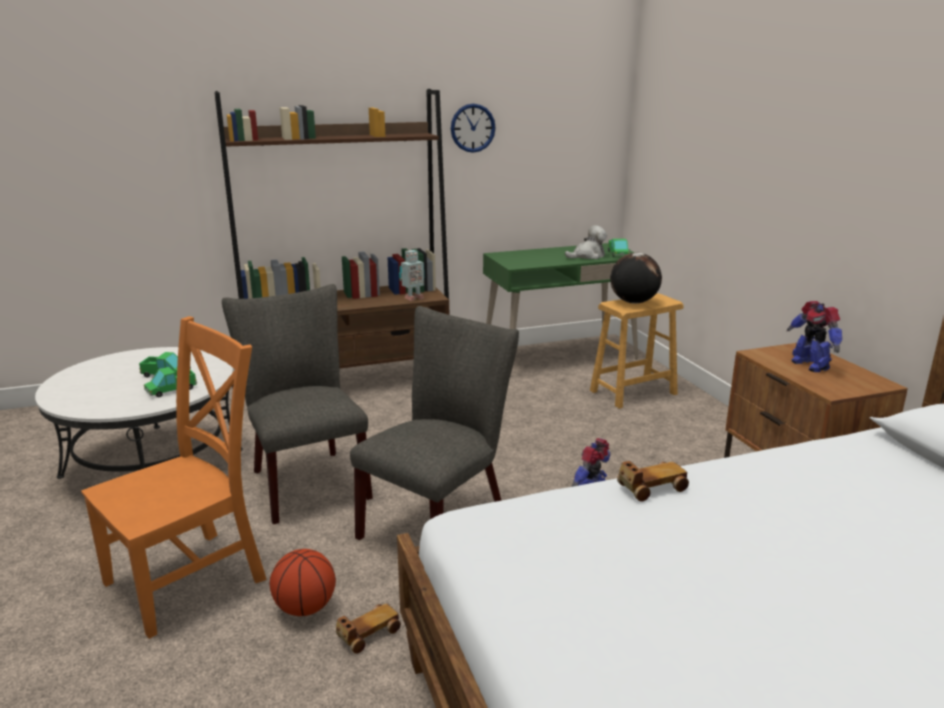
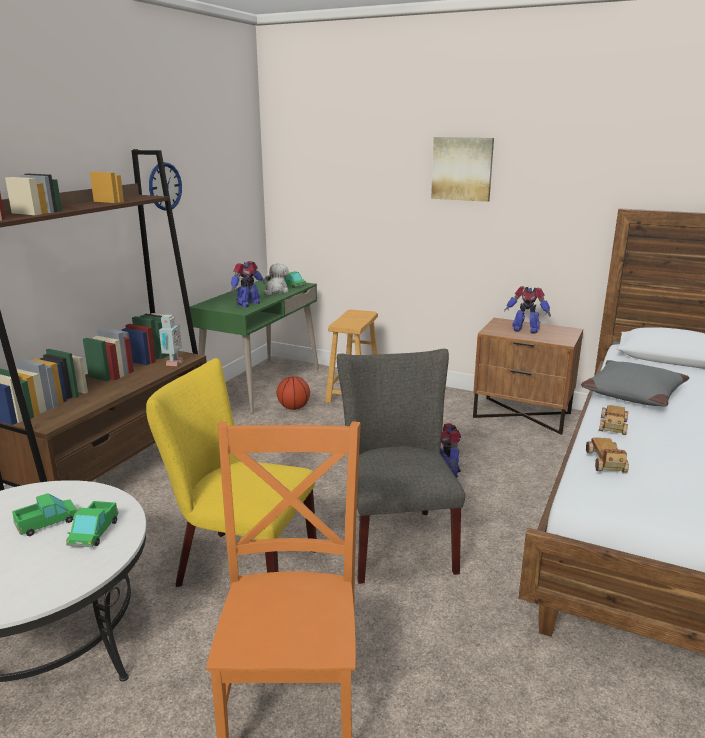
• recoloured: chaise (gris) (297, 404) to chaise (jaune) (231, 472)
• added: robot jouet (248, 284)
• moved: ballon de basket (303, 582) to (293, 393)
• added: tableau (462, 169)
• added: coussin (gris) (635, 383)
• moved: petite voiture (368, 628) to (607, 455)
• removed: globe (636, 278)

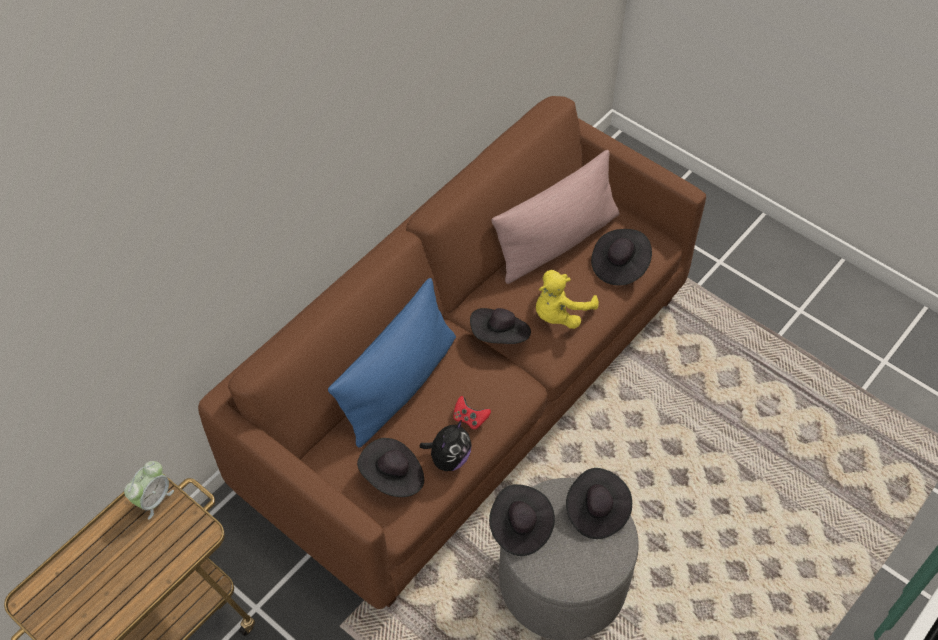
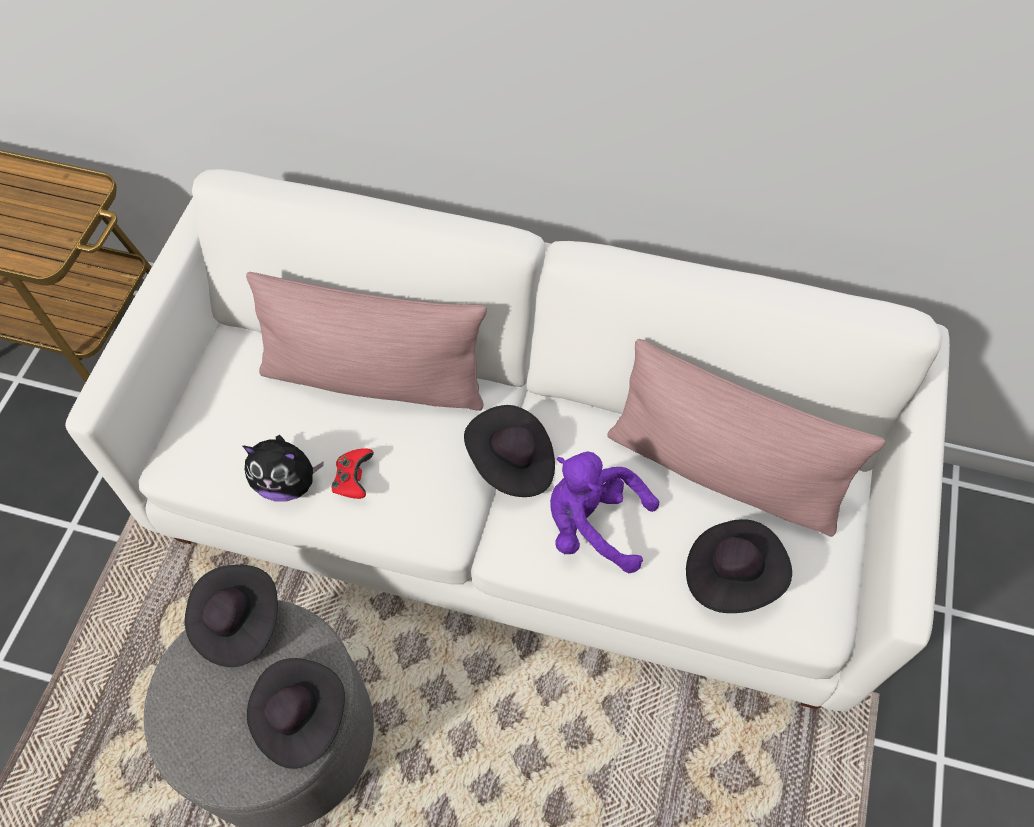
• recoloured: canapé (marron) (452, 352) to canapé (blanc) (507, 440)
• recoloured: coussin (bleu) (392, 363) to coussin (rose) (366, 341)
• recoloured: peluche (jaune) (567, 299) to peluche (violet) (604, 512)
• removed: réveil (149, 490)
• removed: chapeau (noir) (390, 467)

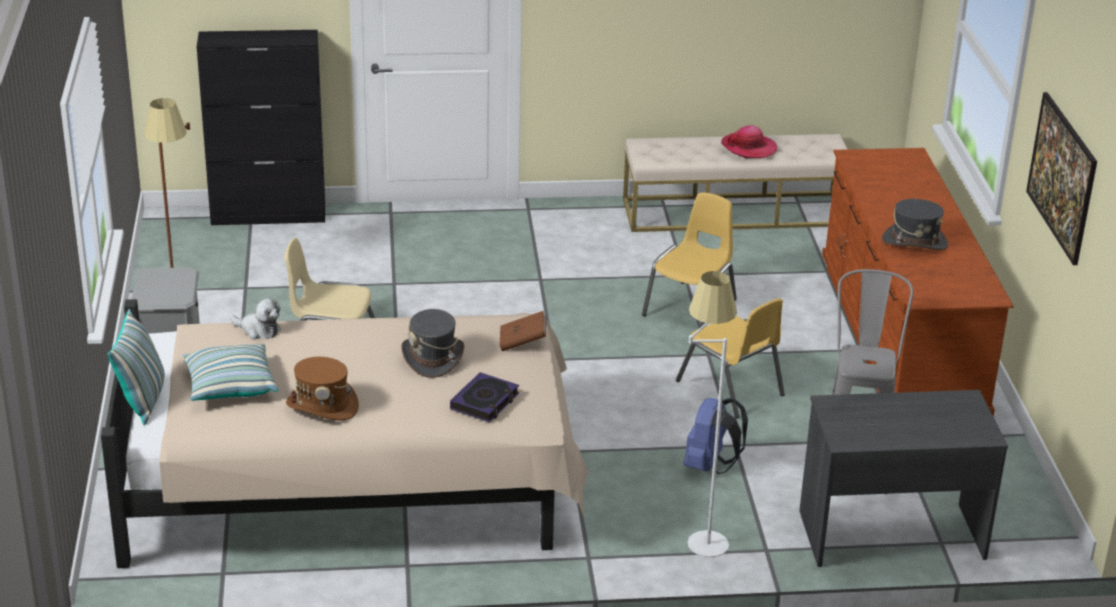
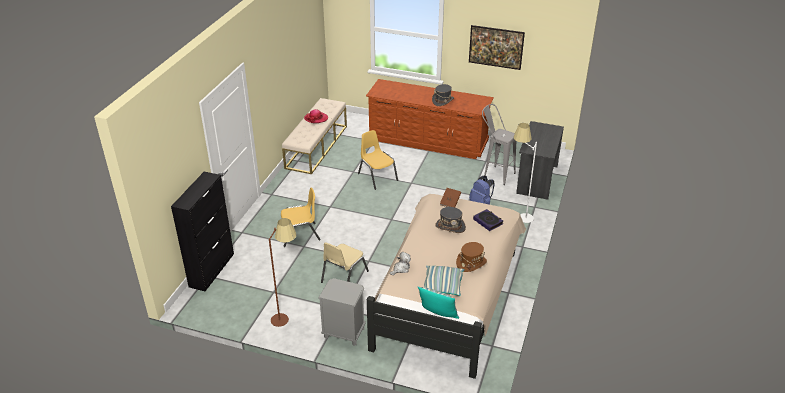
• moved: chaise (jaune) (730, 358) to (301, 217)

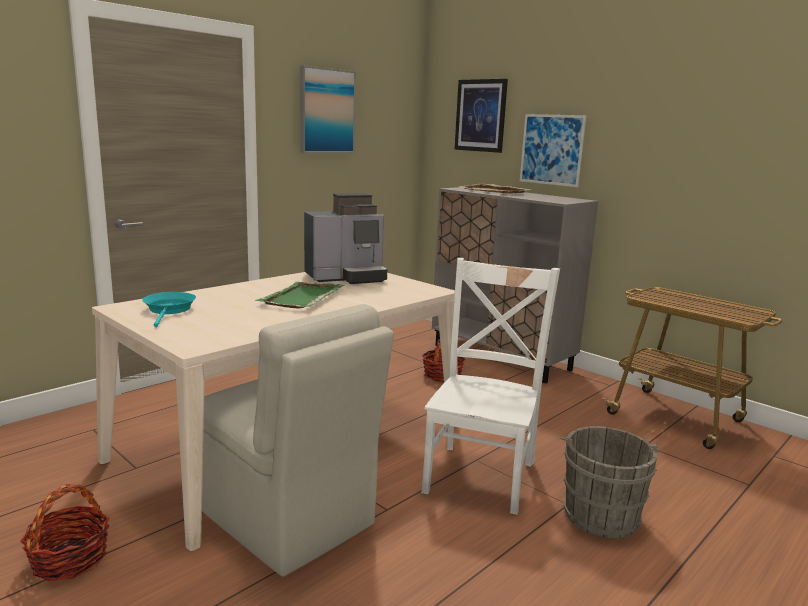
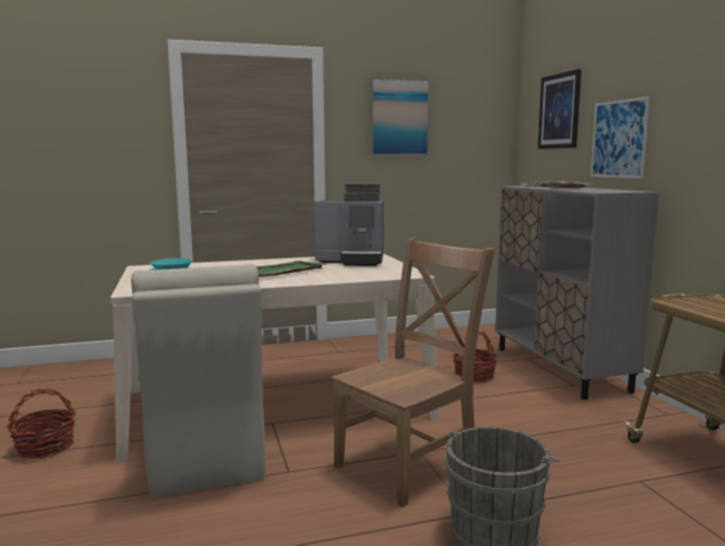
• recoloured: chaise (blanc) (490, 386) to chaise (marron) (413, 372)

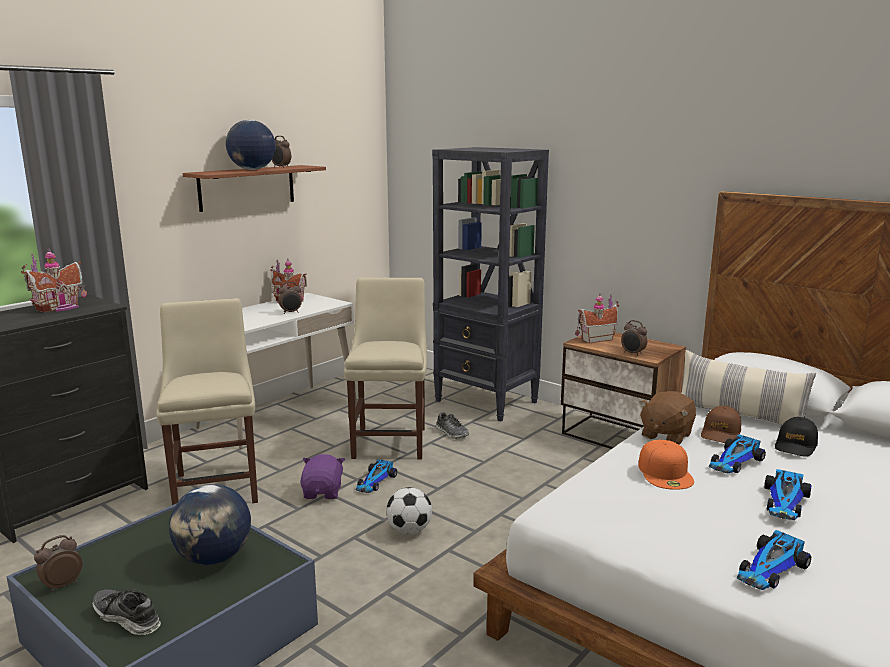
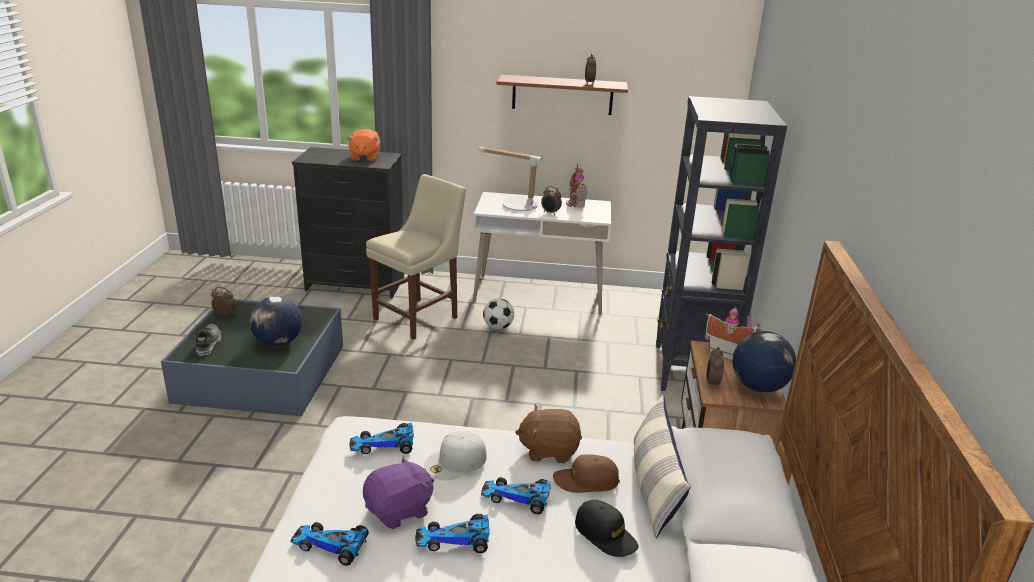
• replaced: maison miniature (54, 280) to peluche (orange) (363, 145)
• moved: petite voiture (376, 476) to (381, 438)
• moved: peluche (violet) (322, 476) to (398, 492)
• recoloured: casquette (orange) (666, 465) to casquette (blanc) (455, 455)
• added: lampe de table (510, 179)
• moved: ballon de foot (409, 510) to (498, 314)
• turned: casquette (noir) (796, 437) = (607, 528) 135 degrees counterclockwise
• moved: globe (251, 145) to (764, 362)
• removed: chaise (beige) (385, 368)
• removed: chaussure (452, 425)

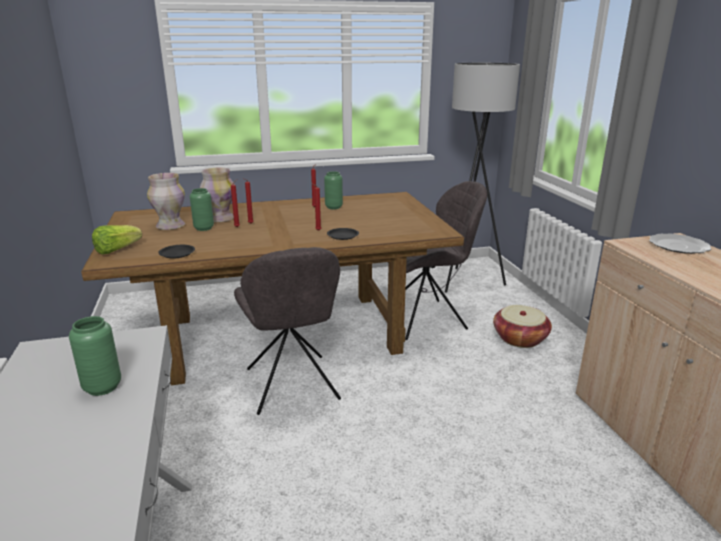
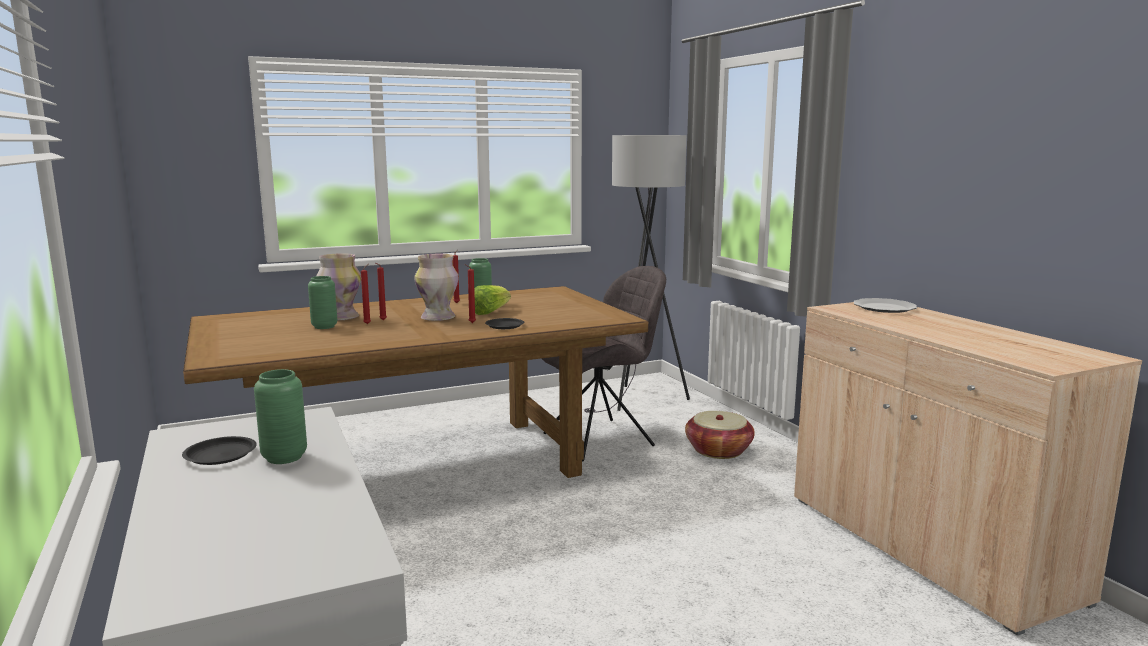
• moved: assiette (noir) (176, 251) to (219, 450)
• moved: vase (166, 201) to (437, 287)
• moved: laitue (117, 239) to (492, 300)
• removed: chaise (gris) (287, 331)

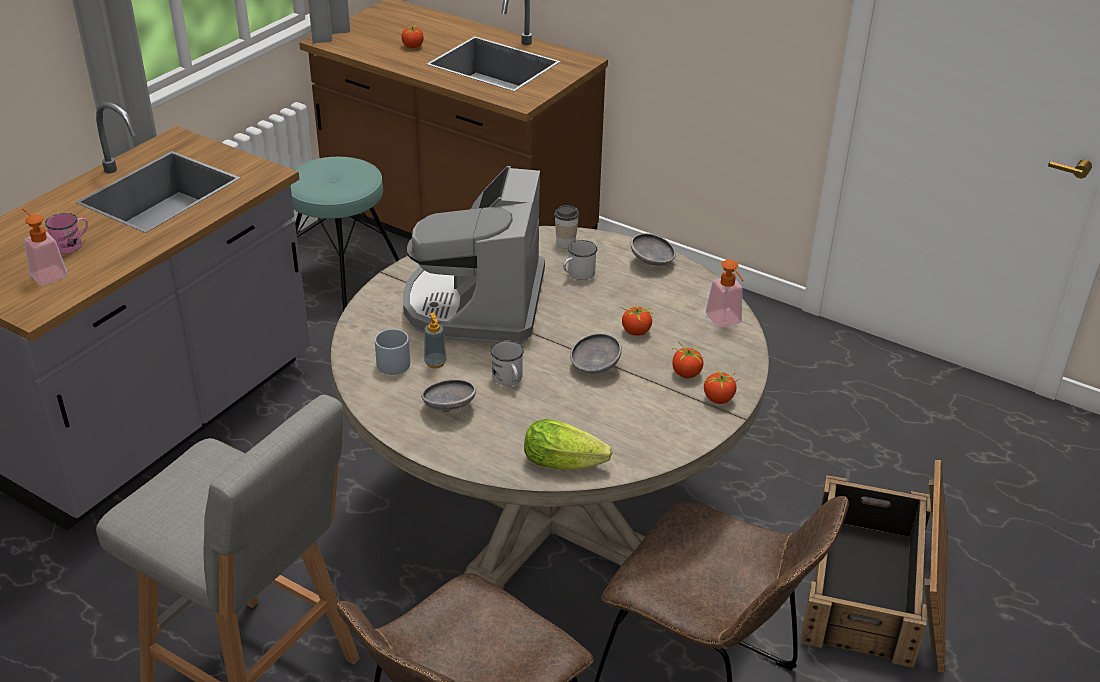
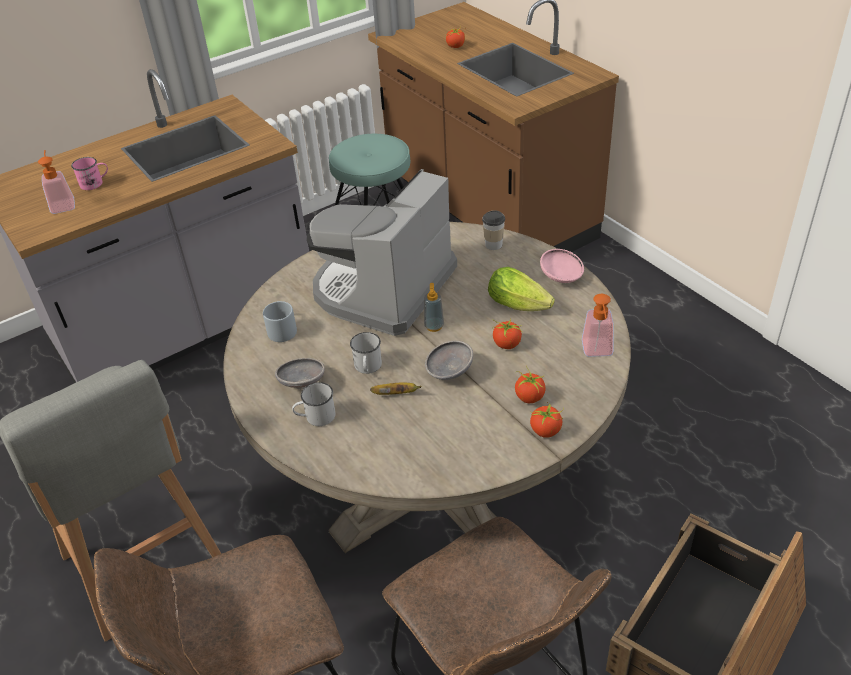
• moved: mug (blanc) (580, 260) to (314, 404)
• added: banane (396, 388)
• moved: distributeur de savon (435, 340) to (434, 307)
• moved: laitue (568, 444) to (521, 289)
• recoloured: bol (gris) (653, 249) to bol (rose) (562, 266)

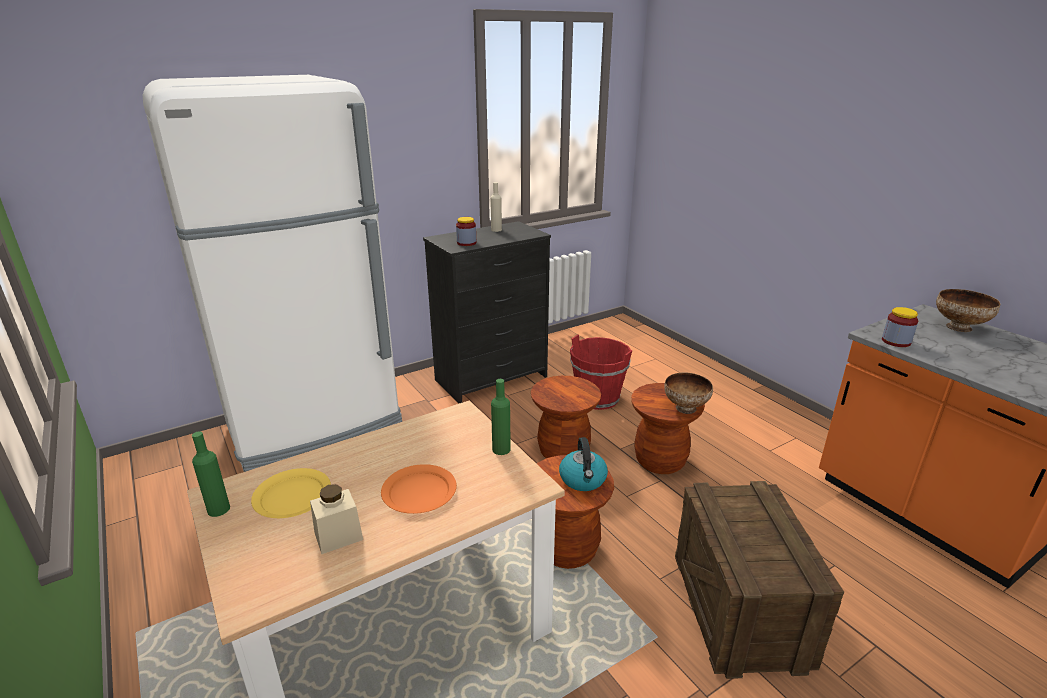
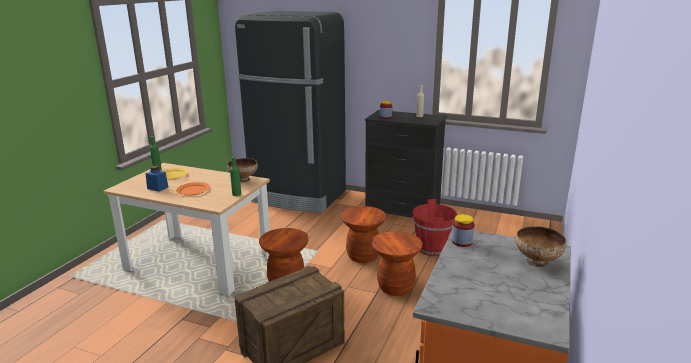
• recoloured: bocal (beige) (336, 519) to bocal (bleu) (156, 179)
• moved: bol (688, 393) to (243, 170)
• recoloured: réfrigérateur (blanc) (272, 273) to réfrigérateur (noir) (290, 112)
• removed: bouilloire (583, 464)

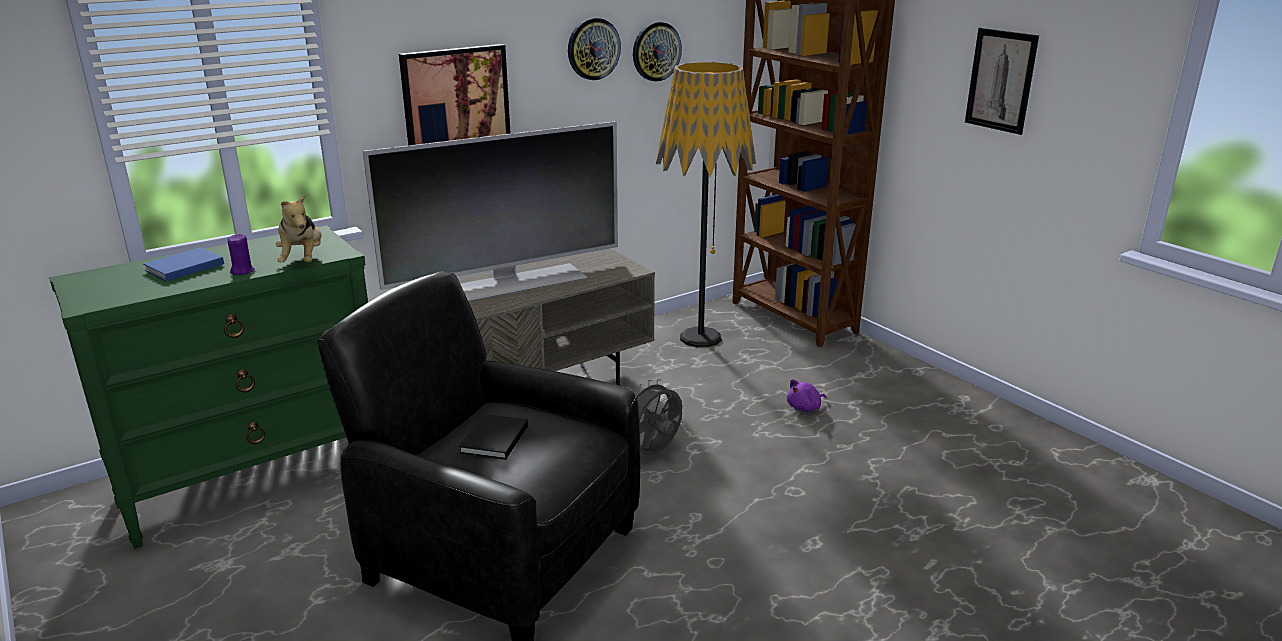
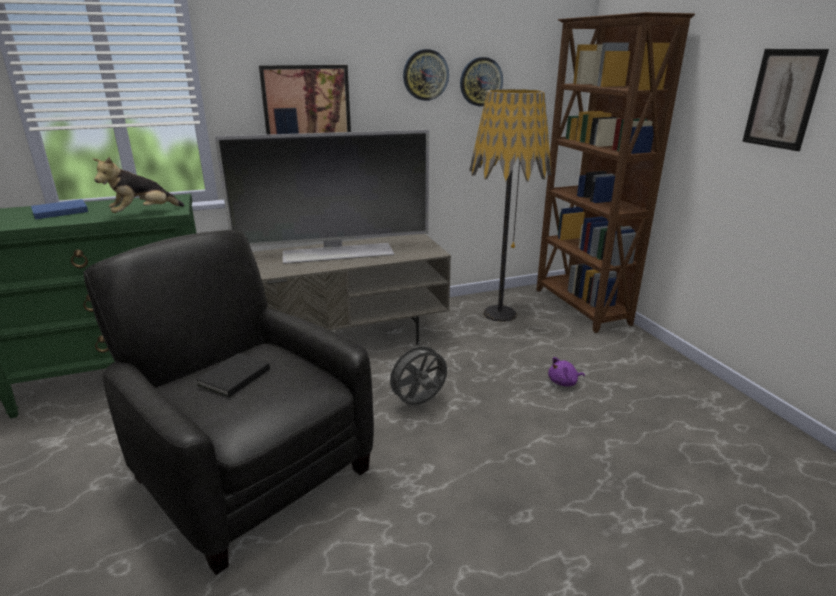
• turned: peluche (299, 227) = (138, 185) 45 degrees clockwise
• removed: bougie (violet) (241, 254)

